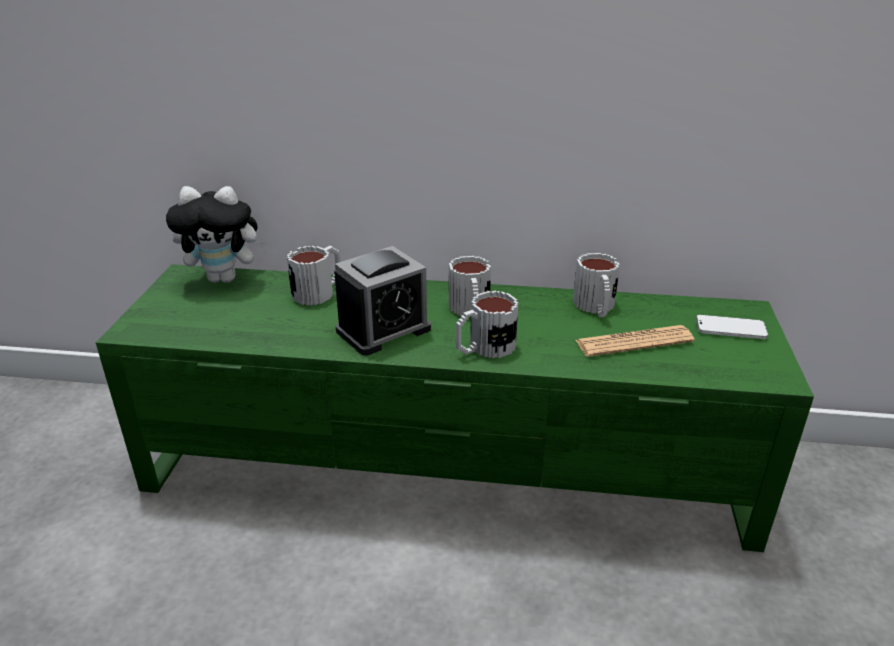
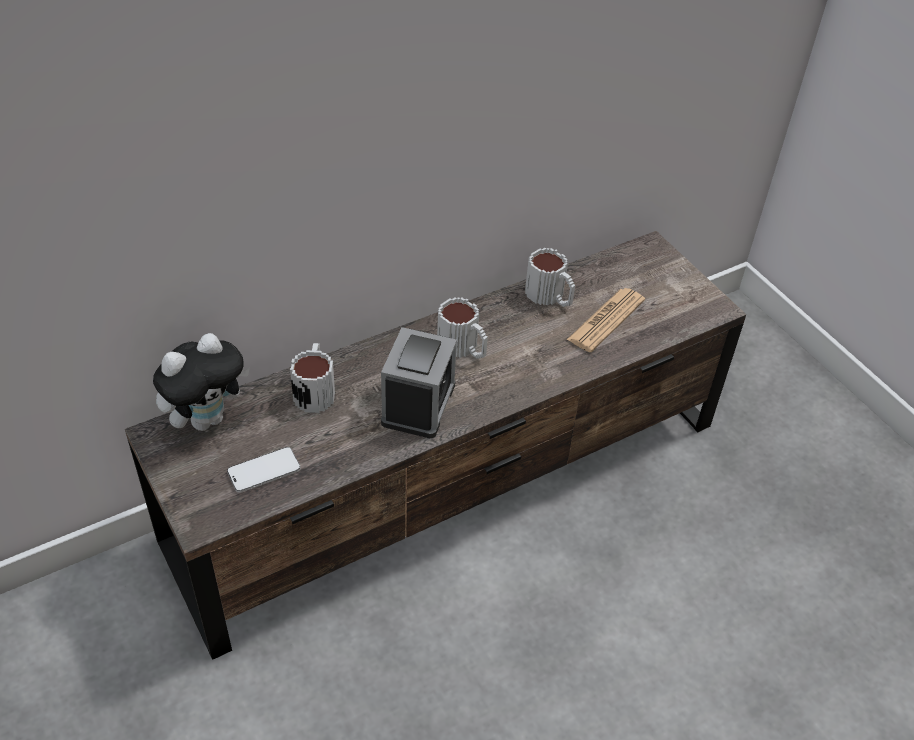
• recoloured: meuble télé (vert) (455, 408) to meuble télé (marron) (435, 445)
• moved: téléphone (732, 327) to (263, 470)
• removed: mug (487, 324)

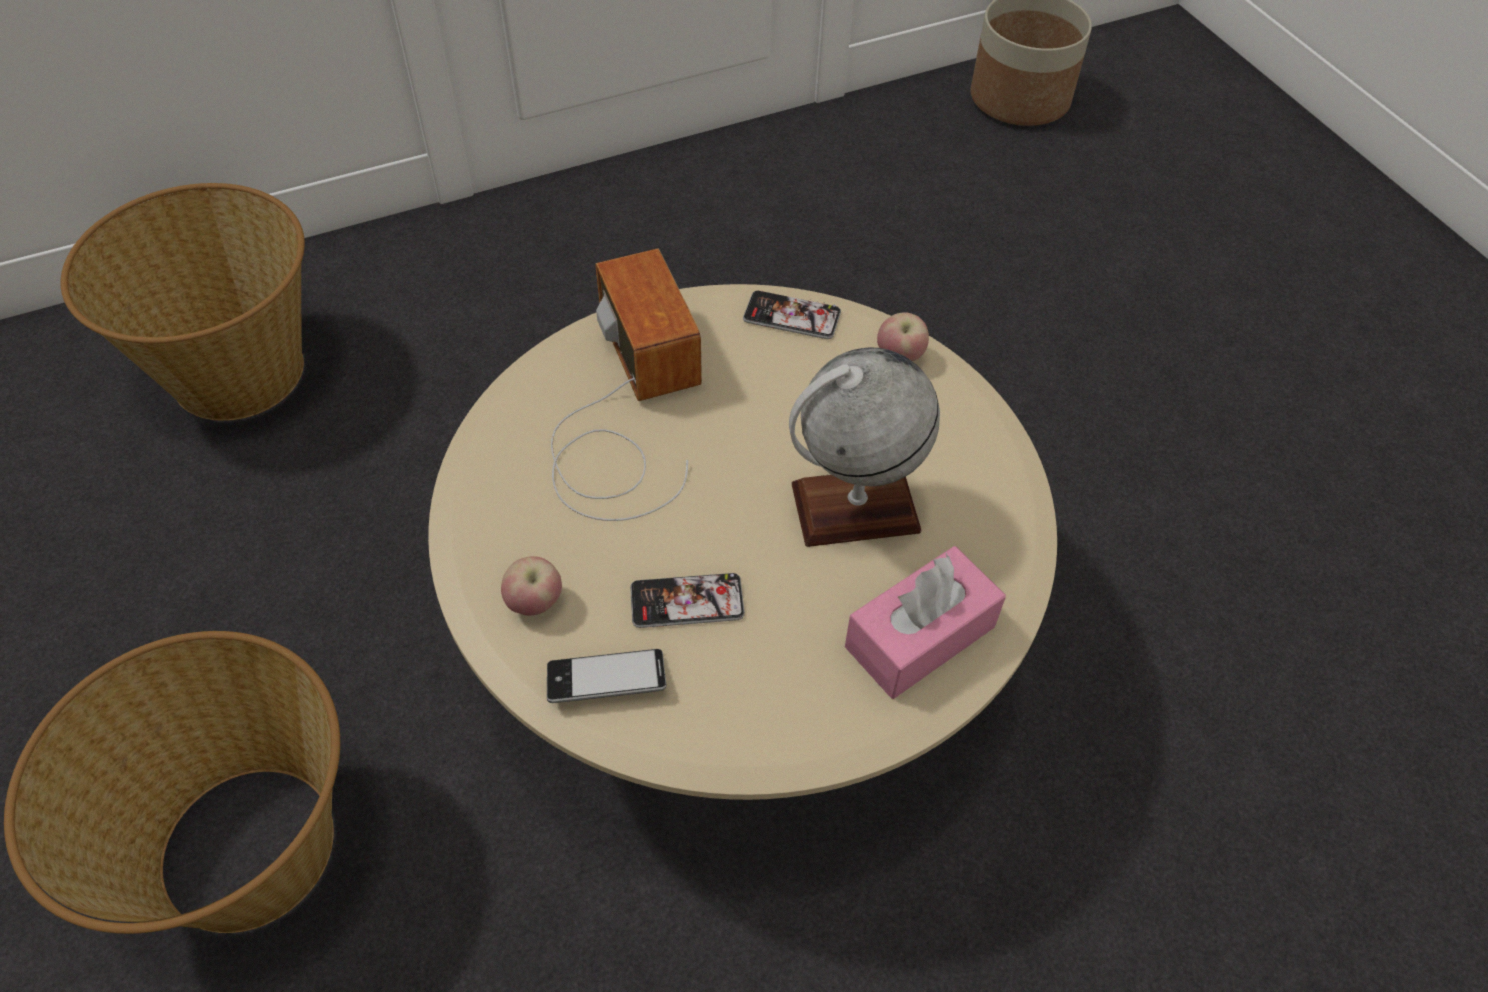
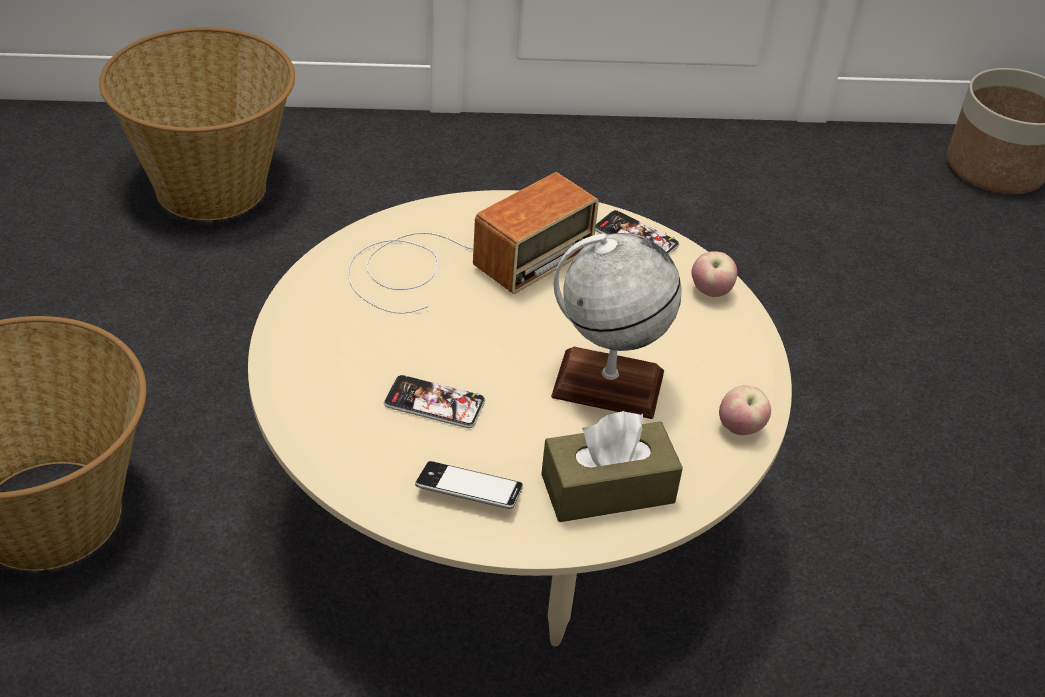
• turned: radio (626, 384) = (473, 243) 45 degrees clockwise
• moved: téléphone (607, 676) to (469, 485)
• recoloured: boîte à mouchoirs (rose) (925, 622) to boîte à mouchoirs (marron) (612, 466)
• moved: pomme (531, 586) to (745, 410)

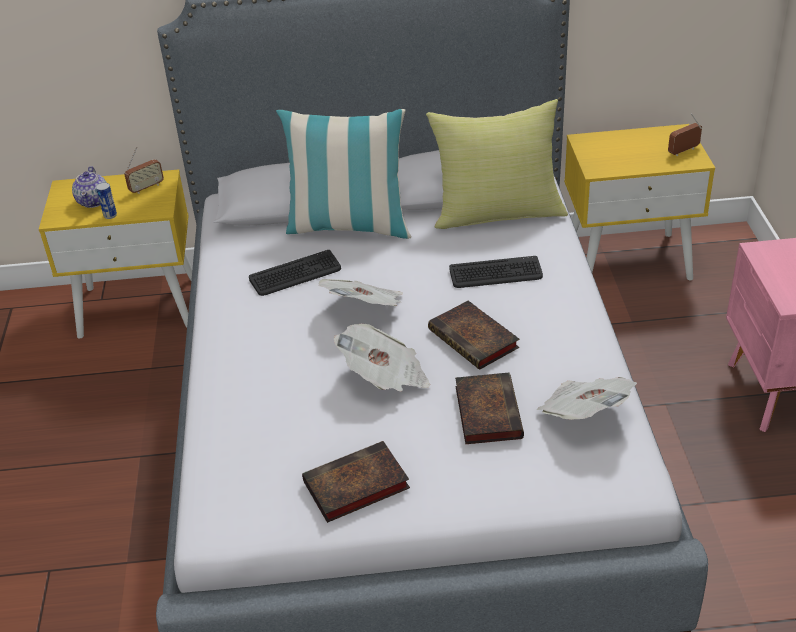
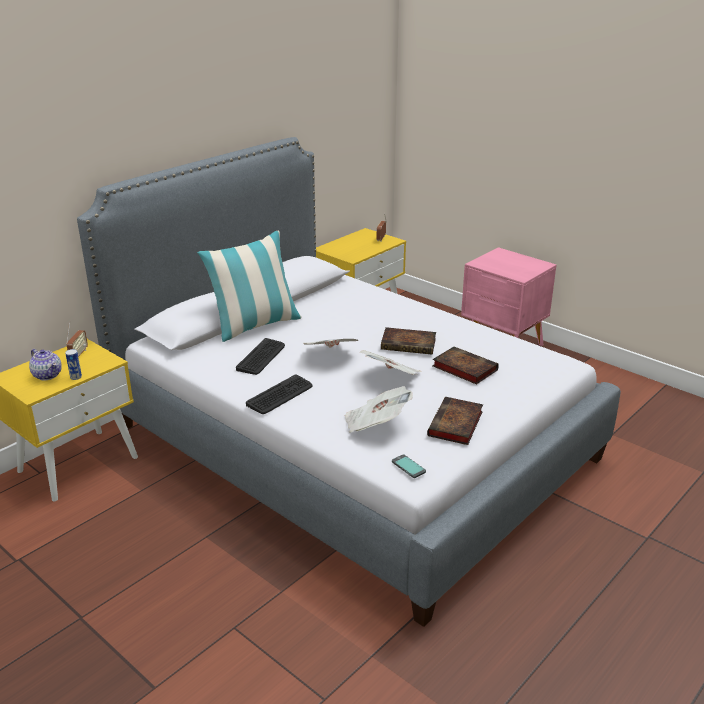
• moved: clavier (496, 272) to (279, 394)
• moved: journal (587, 398) to (379, 409)
• added: téléphone (409, 466)
• removed: coussin (jaune) (497, 164)

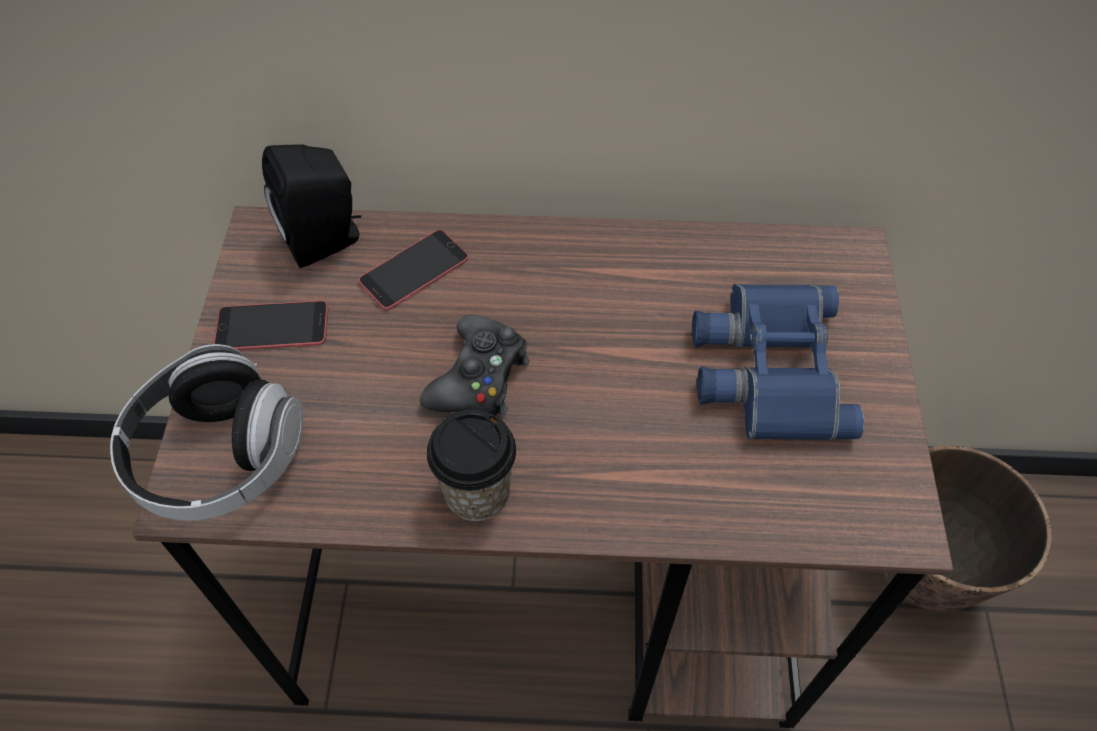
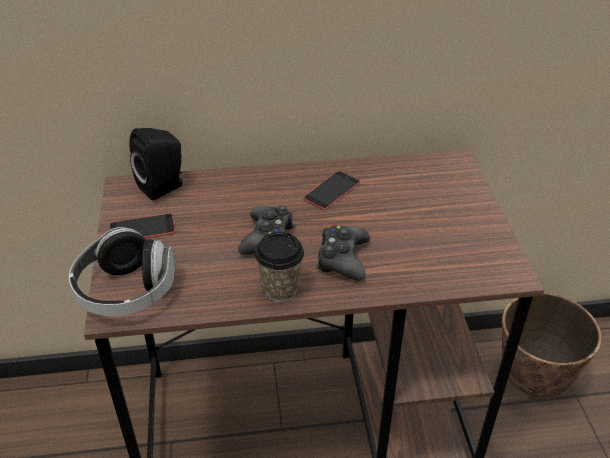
• moved: téléphone (413, 270) to (331, 190)
• added: manette (noir) (343, 253)
• removed: jumelles (bleu) (778, 362)

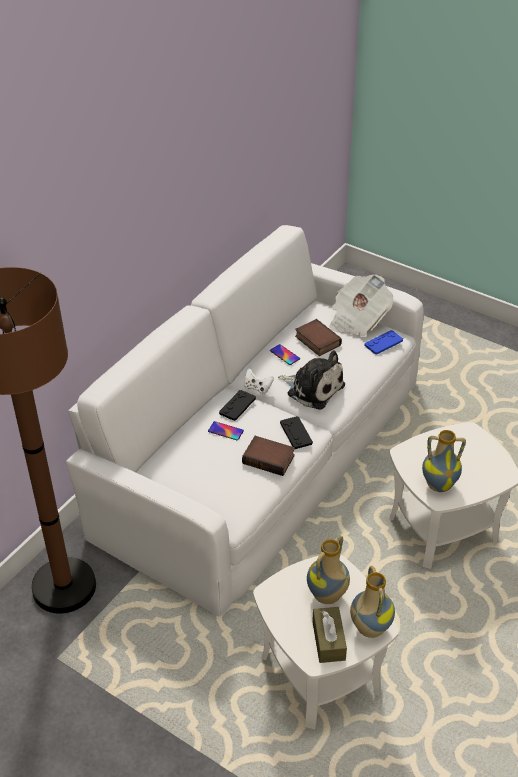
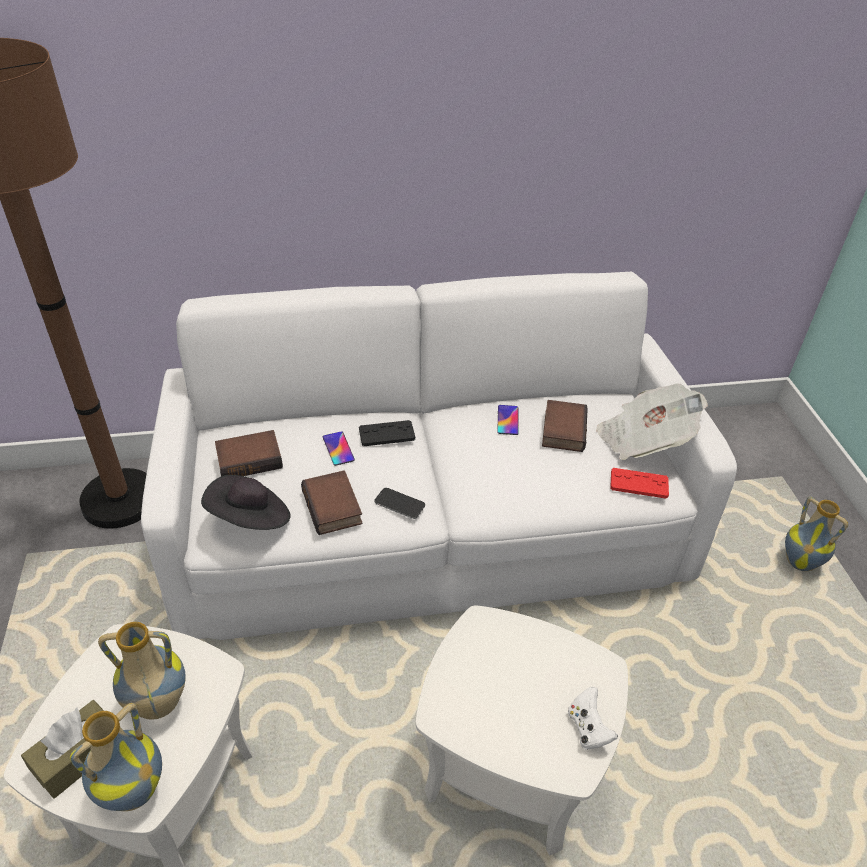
• added: chapeau (noir) (246, 502)
• added: livre (249, 453)
• replaced: manette (noir) (296, 432) to téléphone (399, 503)
• moved: manette (blanc) (259, 381) to (593, 718)
• recoloured: manette (bleu) (384, 342) to manette (rouge) (639, 483)
• moved: vase (444, 461) to (816, 534)
• removed: peluche (311, 380)

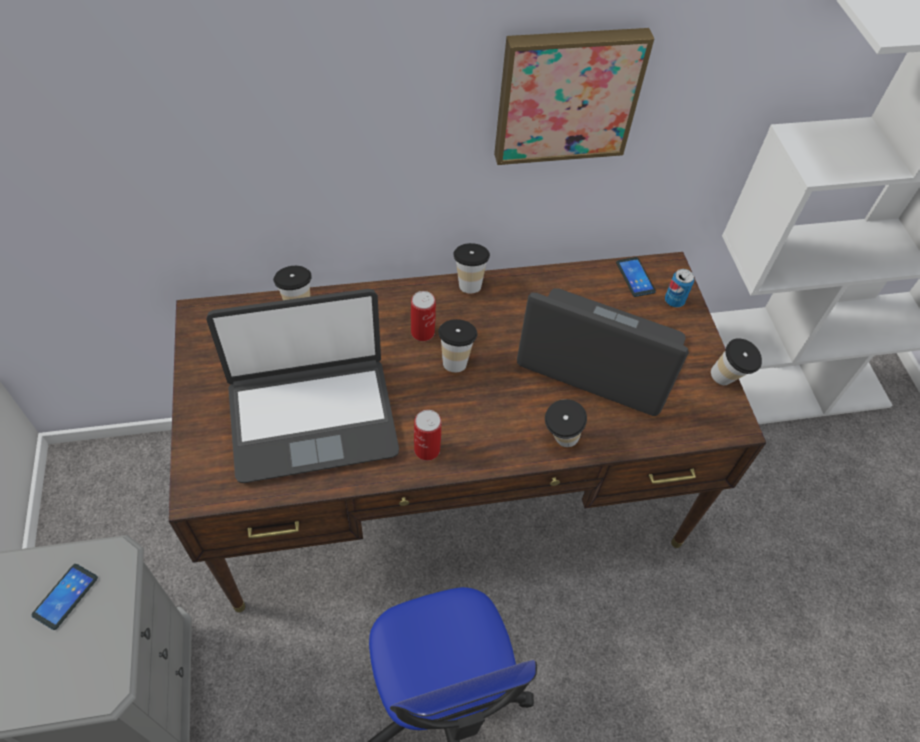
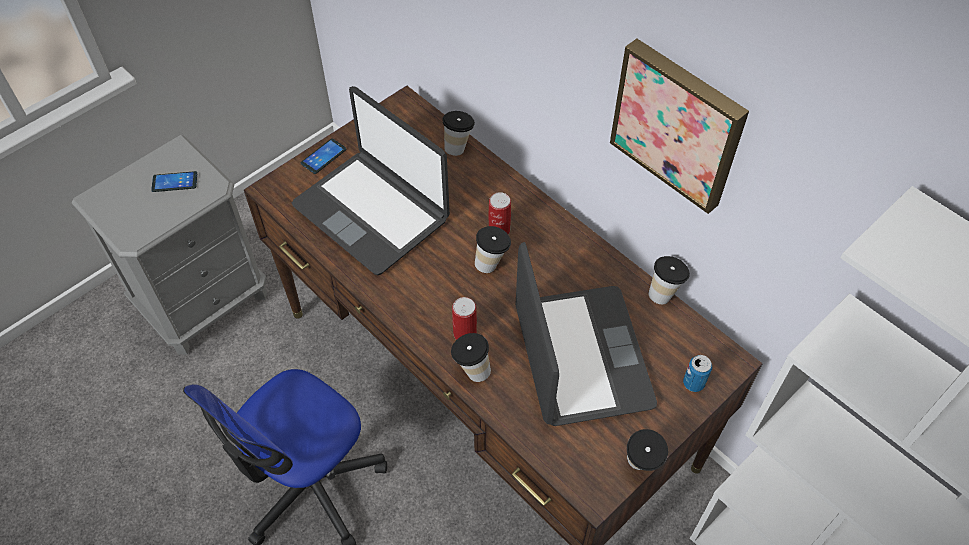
• moved: téléphone (636, 277) to (323, 156)
• moved: boîte métallique (427, 435) to (464, 318)
• moved: tasse (471, 268) to (669, 280)

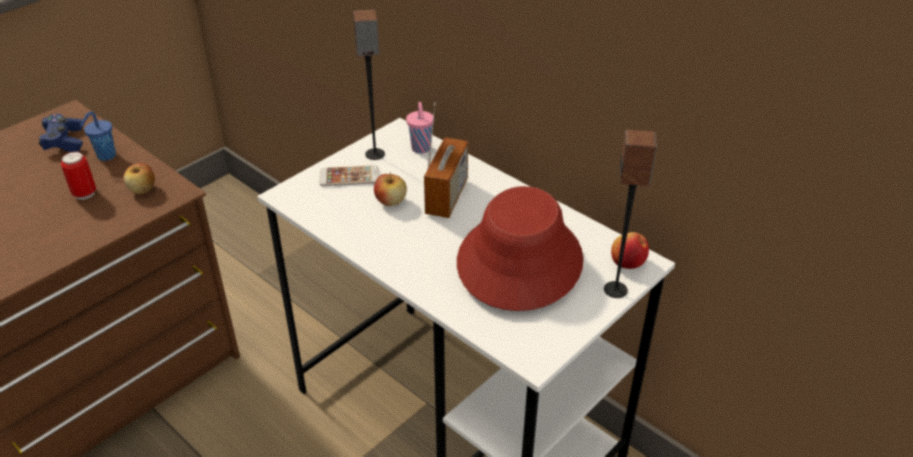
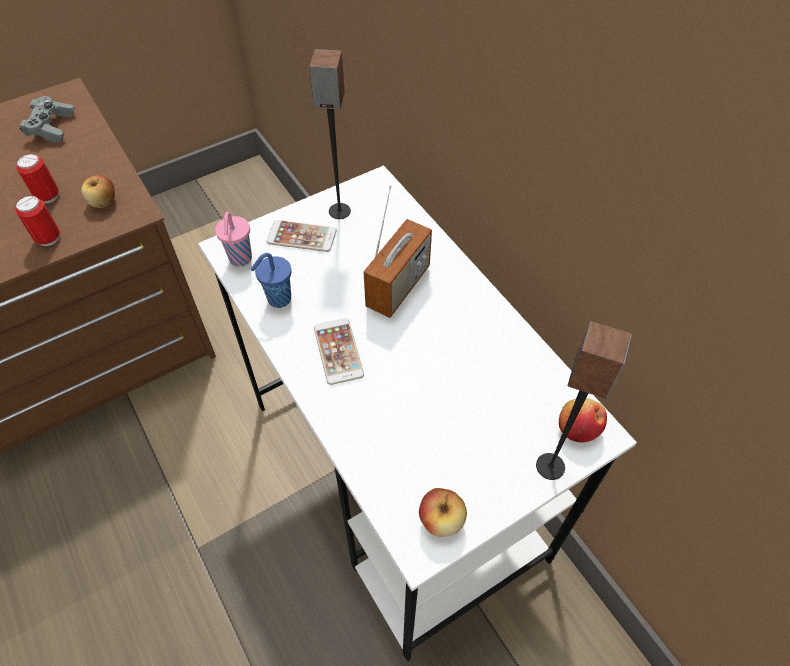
• added: boîte métallique (37, 220)
• recoloured: manette (bleu) (61, 133) to manette (gris) (47, 119)
• moved: tasse (rose) (420, 128) to (233, 239)
• moved: tasse (bleu) (98, 136) to (271, 280)
• added: téléphone (339, 351)
• moved: pomme (390, 189) to (443, 512)
• removed: chapeau (rouge) (520, 248)

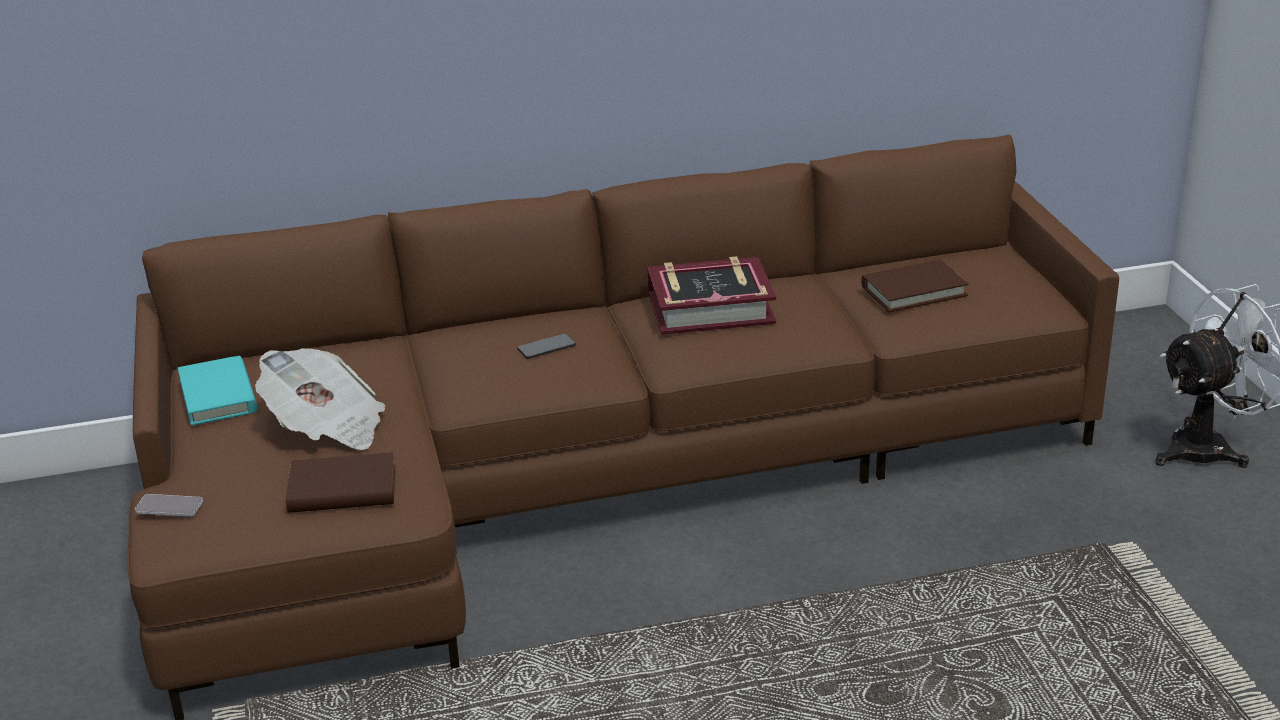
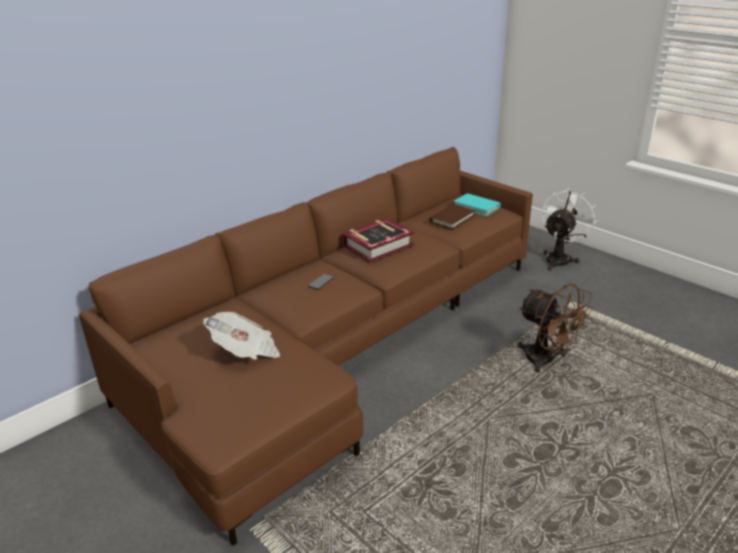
• moved: livre (turquoise) (217, 391) to (477, 204)
• added: ventilateur (marron) (555, 328)
• removed: téléphone (169, 505)
• removed: livre (marron) (340, 482)

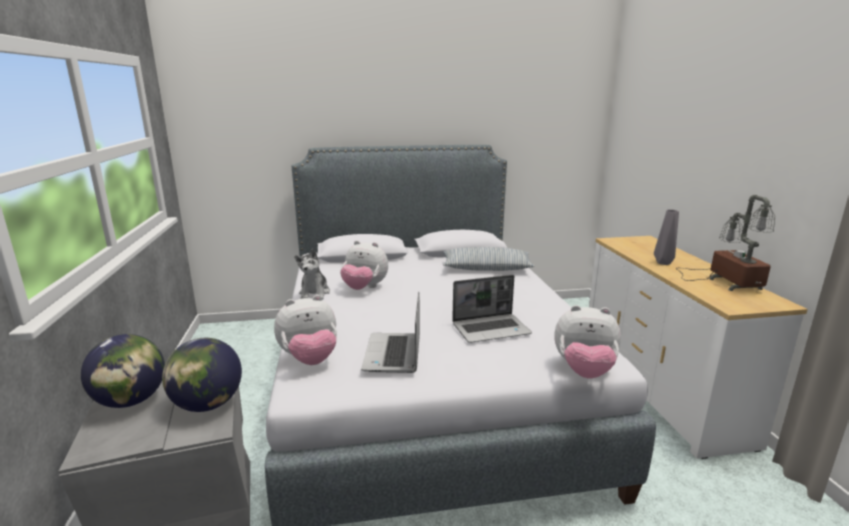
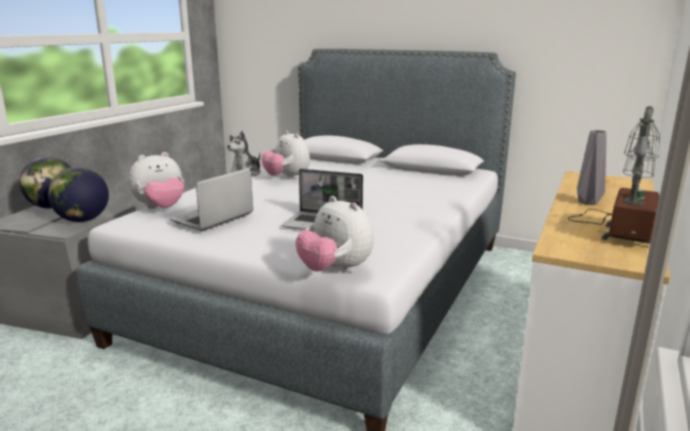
• turned: peluche (305, 330) = (156, 180) 45 degrees counterclockwise
• removed: coussin (489, 259)

